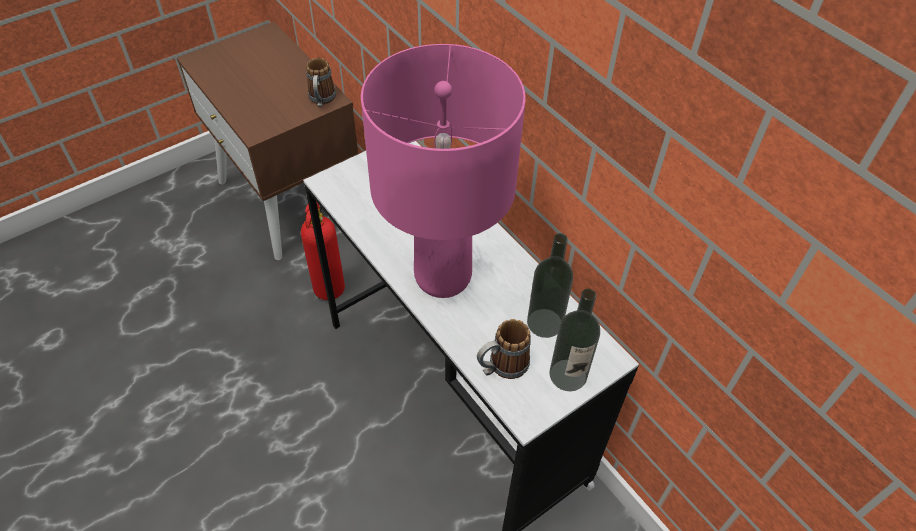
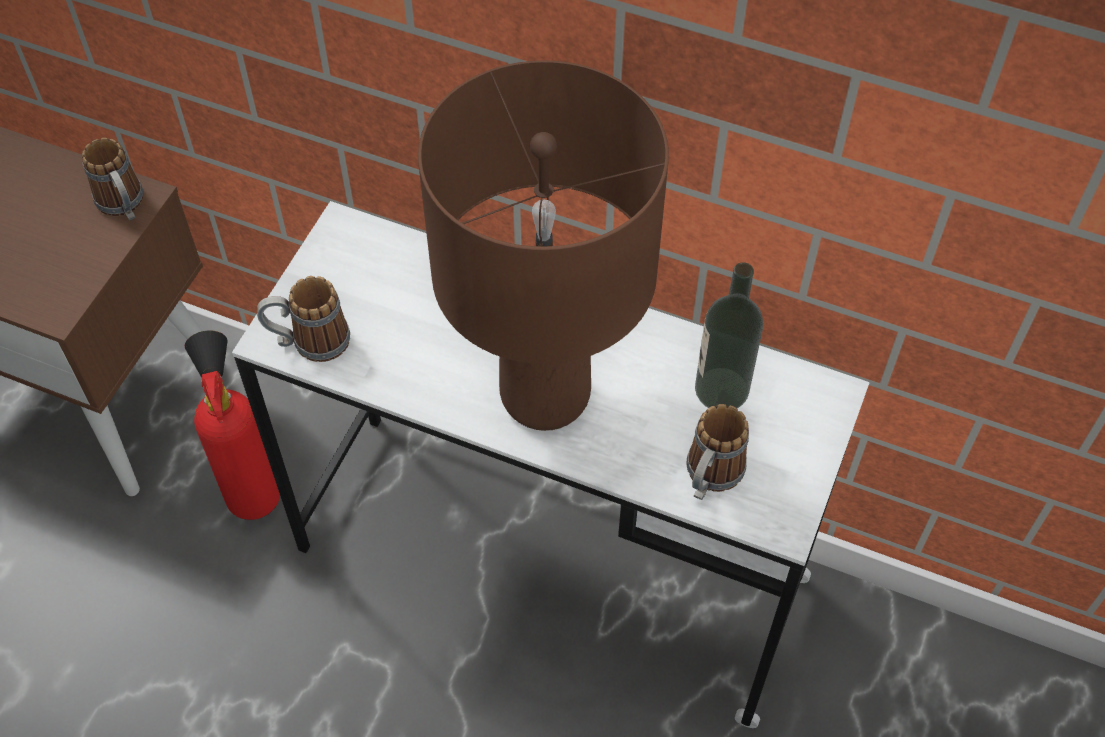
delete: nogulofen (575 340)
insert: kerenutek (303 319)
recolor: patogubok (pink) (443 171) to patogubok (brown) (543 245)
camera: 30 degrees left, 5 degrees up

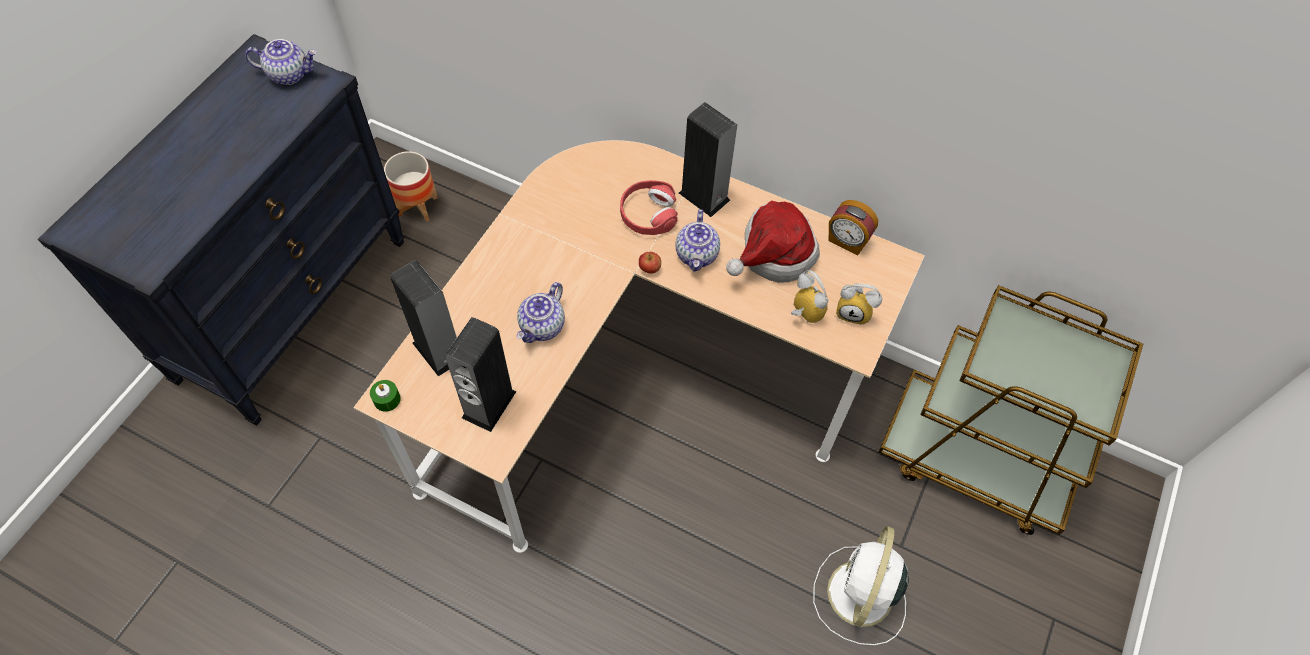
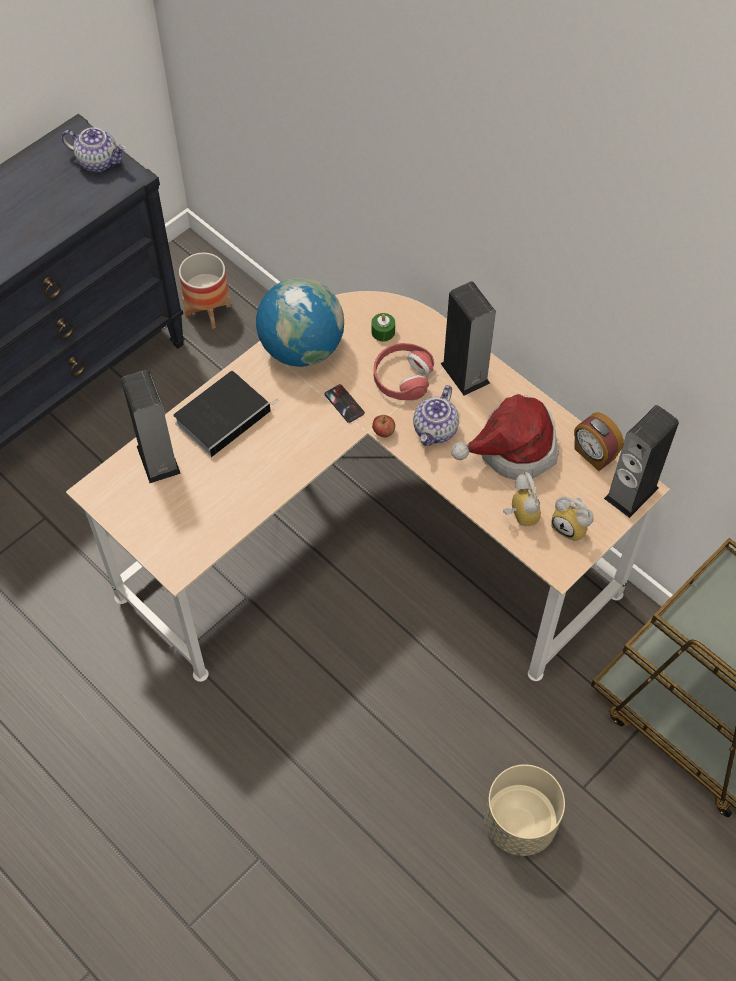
delete: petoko (541 312)
insert: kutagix (226 414); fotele (300 322); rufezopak (345 403)
move: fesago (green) (385 396) to (383 327); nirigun (481 374) to (641 461)
replace: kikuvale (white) (861 585) to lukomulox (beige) (524 810)
camera: 20 degrees right, 0 degrees up

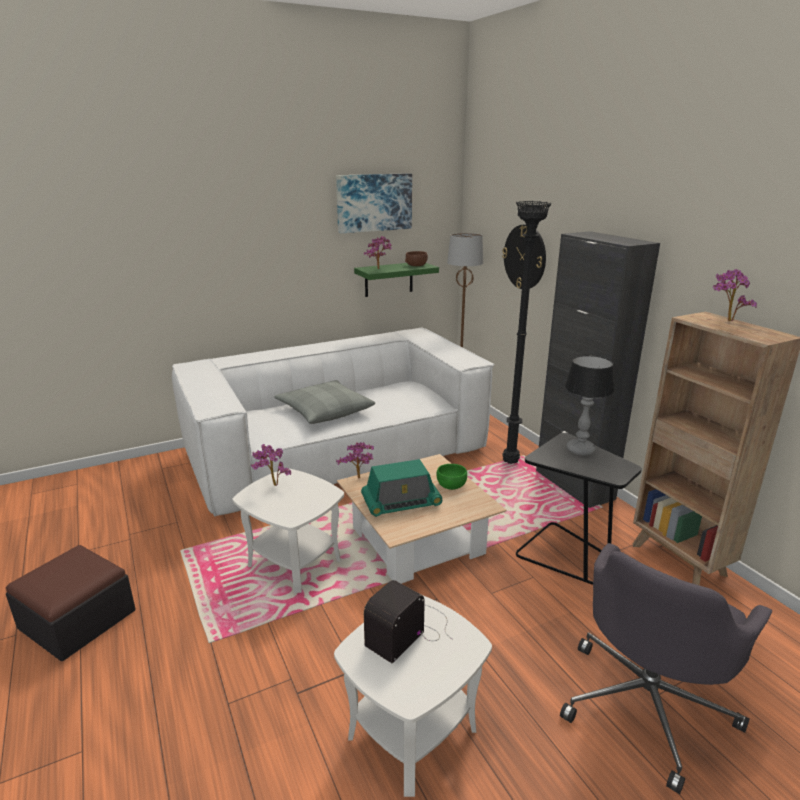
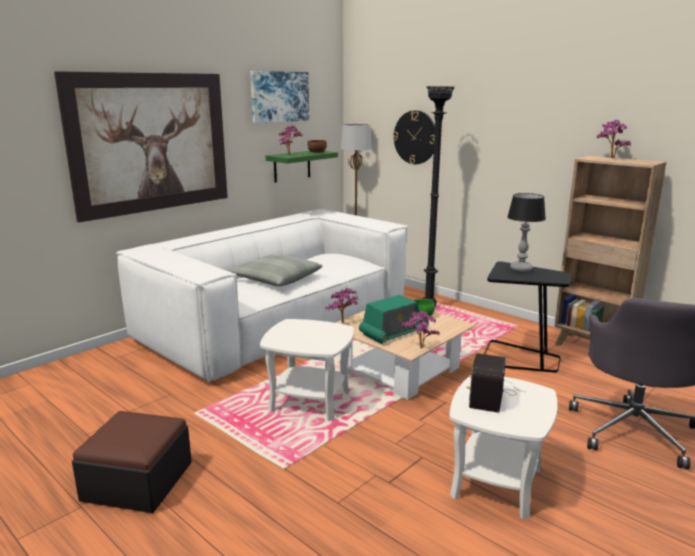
delete: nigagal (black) (598 369)
insert: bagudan (141 146)
move: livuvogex (271 465) to (420 330)
camera: 20 degrees left, 5 degrees down

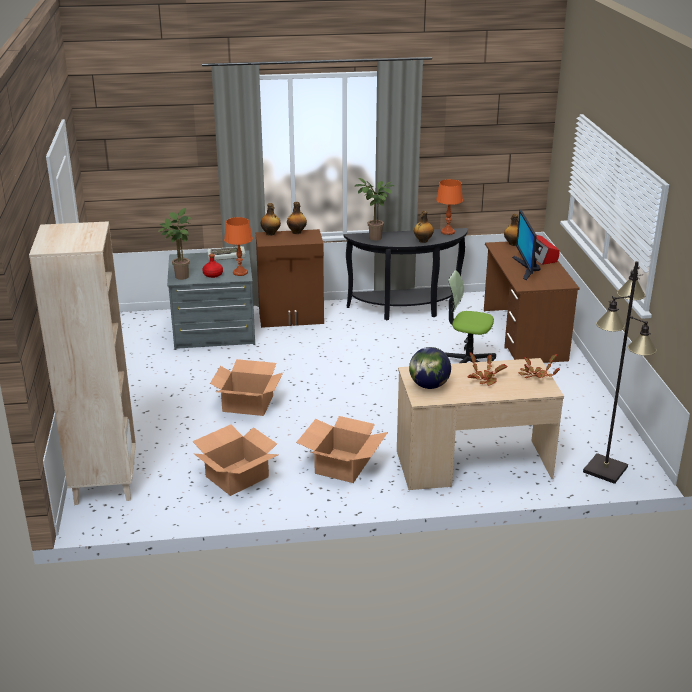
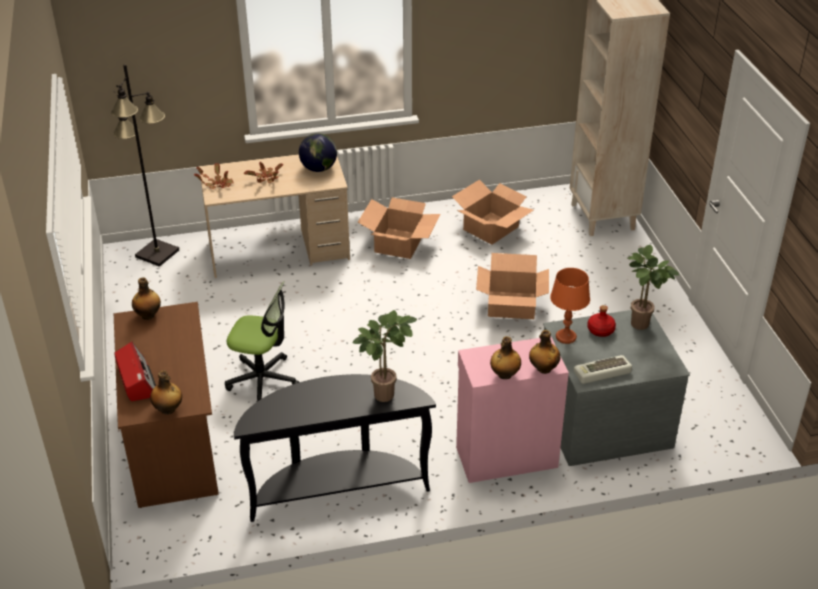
delete: patogubok (orange) (449 207); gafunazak (526 245)
move: nogulofen (424 227) to (146 298)
recolor: nigagal (brown) (290 278) to nigagal (pink) (512 410)
camera: 175 degrees right, 10 degrees up

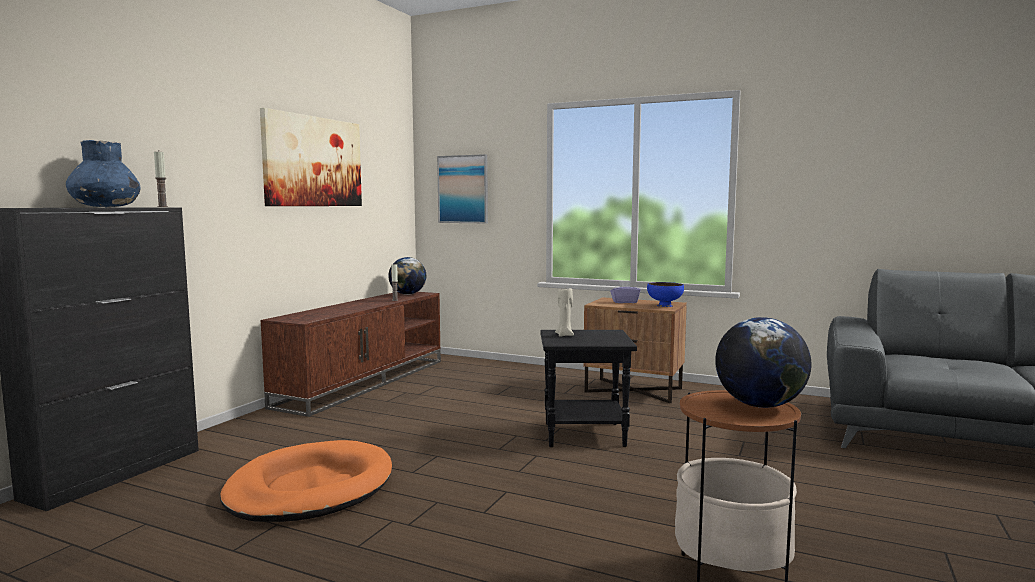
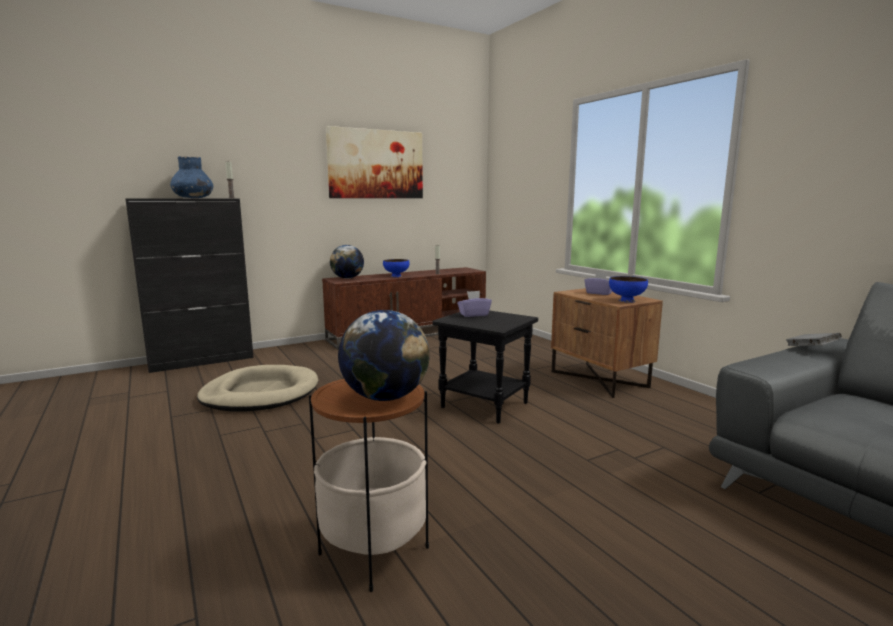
delete: bagudan (462 188)
insert: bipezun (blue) (396 268); kutagix (grey) (814 339)
move: fotele (407 276) to (347 262)
replace: fesago (beige) (564 312) to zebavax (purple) (474 304)
recolor: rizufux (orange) (306 481) to rizufux (beige) (257 388)
camera: 35 degrees right, 5 degrees up

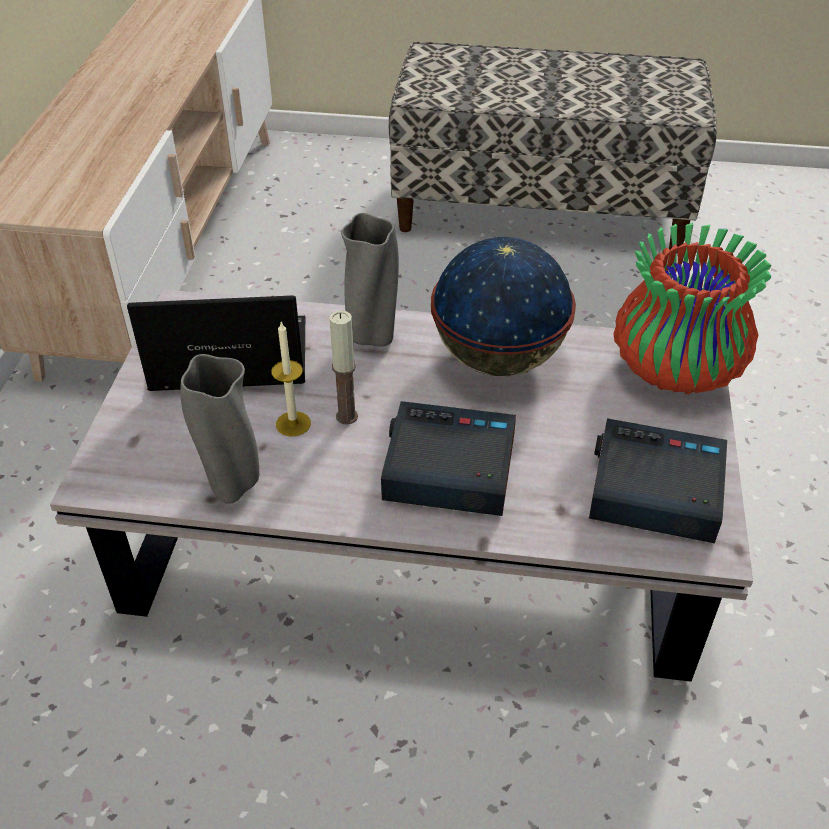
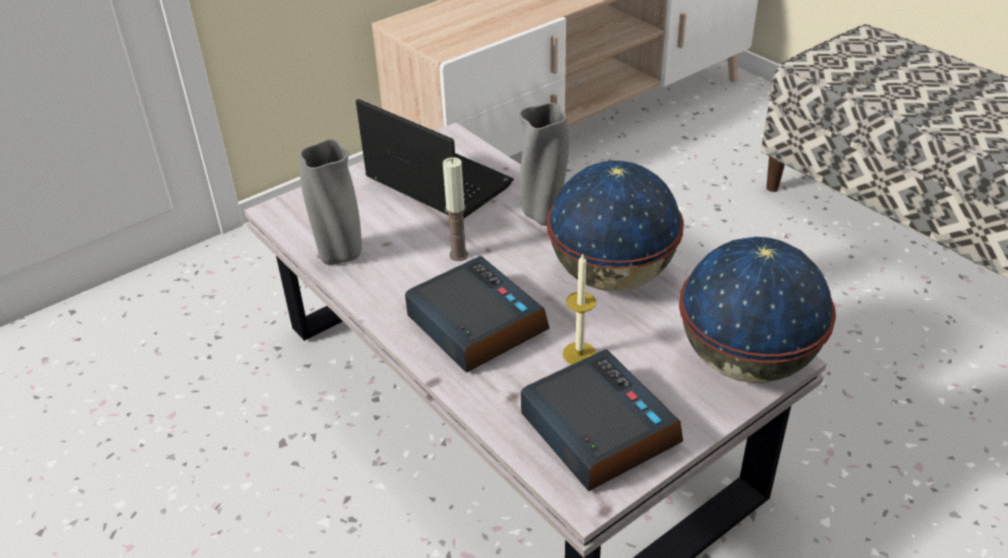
move: fesago (291 379) to (579 308)
replace: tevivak (692 308) to fotele (757 310)
camera: 45 degrees right, 5 degrees down

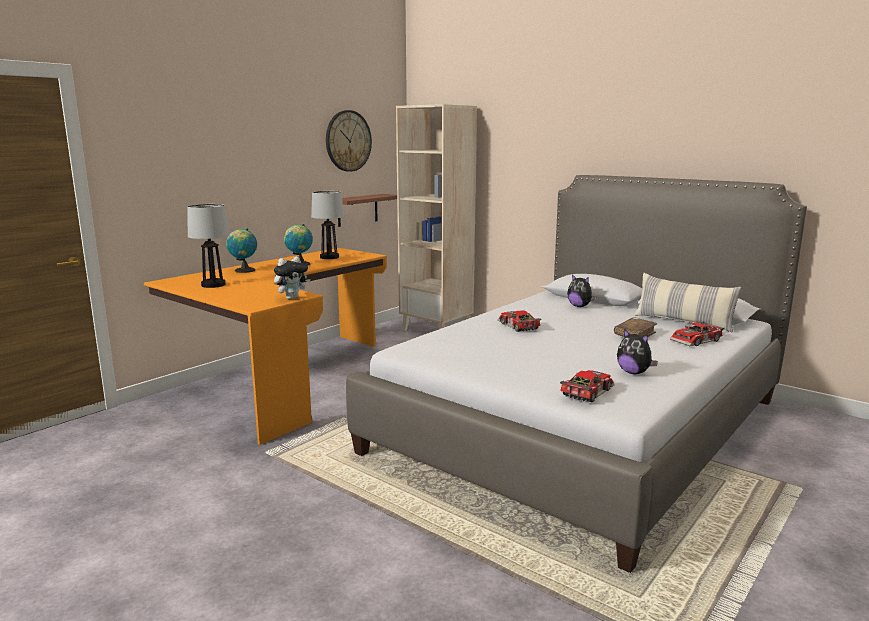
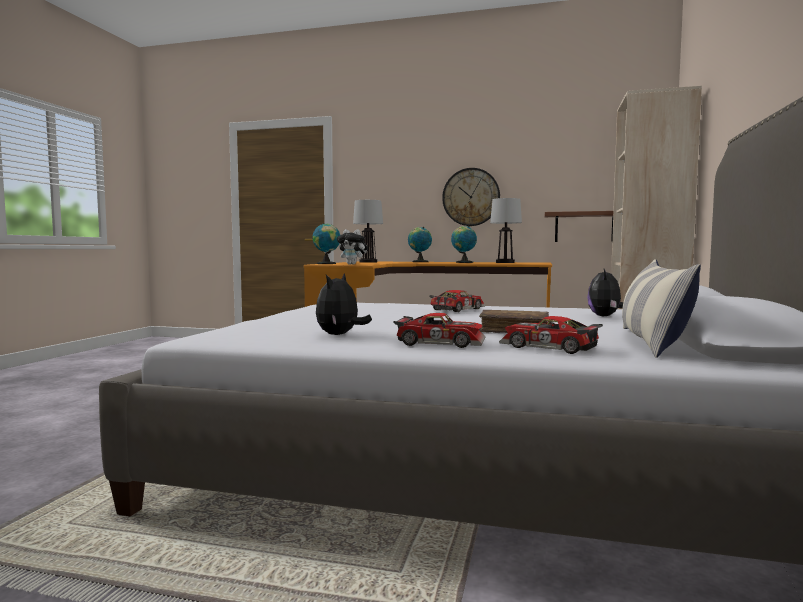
insert: fotele (326 243)
move: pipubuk (349 141) to (471 197); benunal (587 386) to (439 330)
camera: 65 degrees right, 10 degrees down

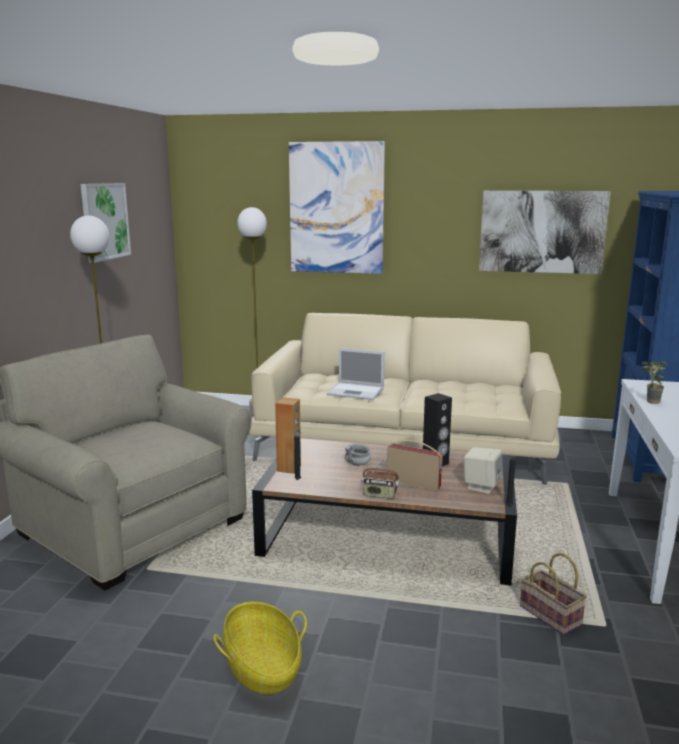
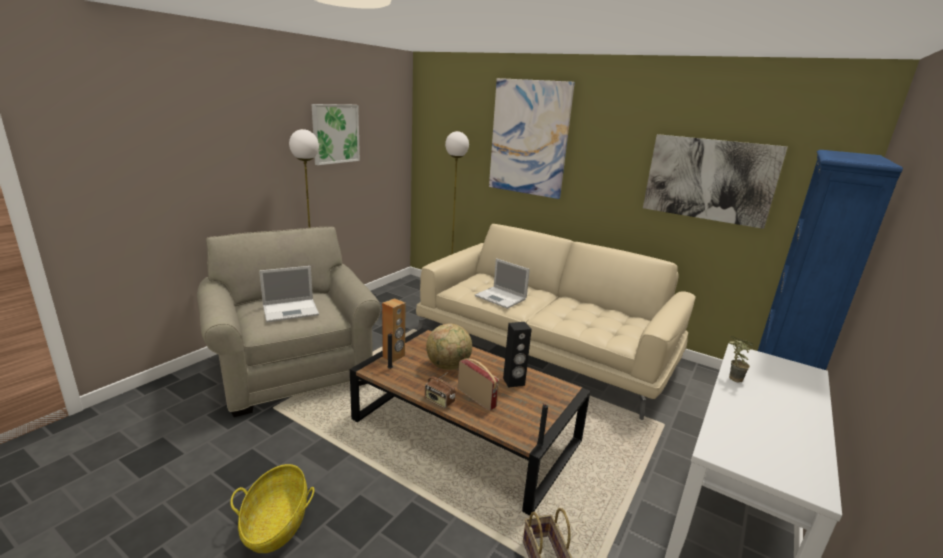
delete: nirigun (beige) (483 470)
insert: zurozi (289 294)
replace: bipezun (grey) (358 455) to fotele (449 347)
camera: 20 degrees right, 5 degrees up

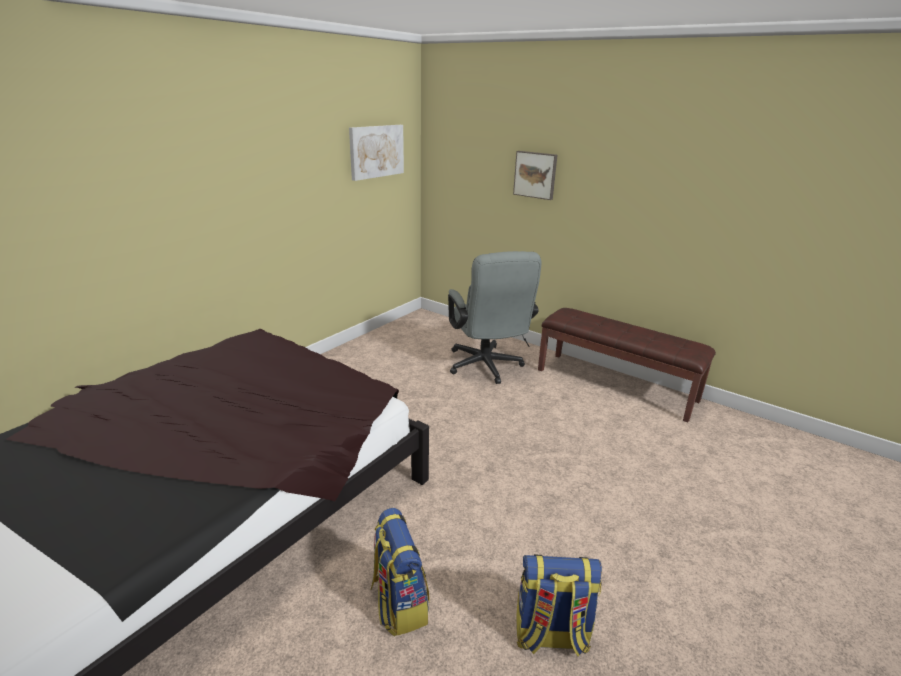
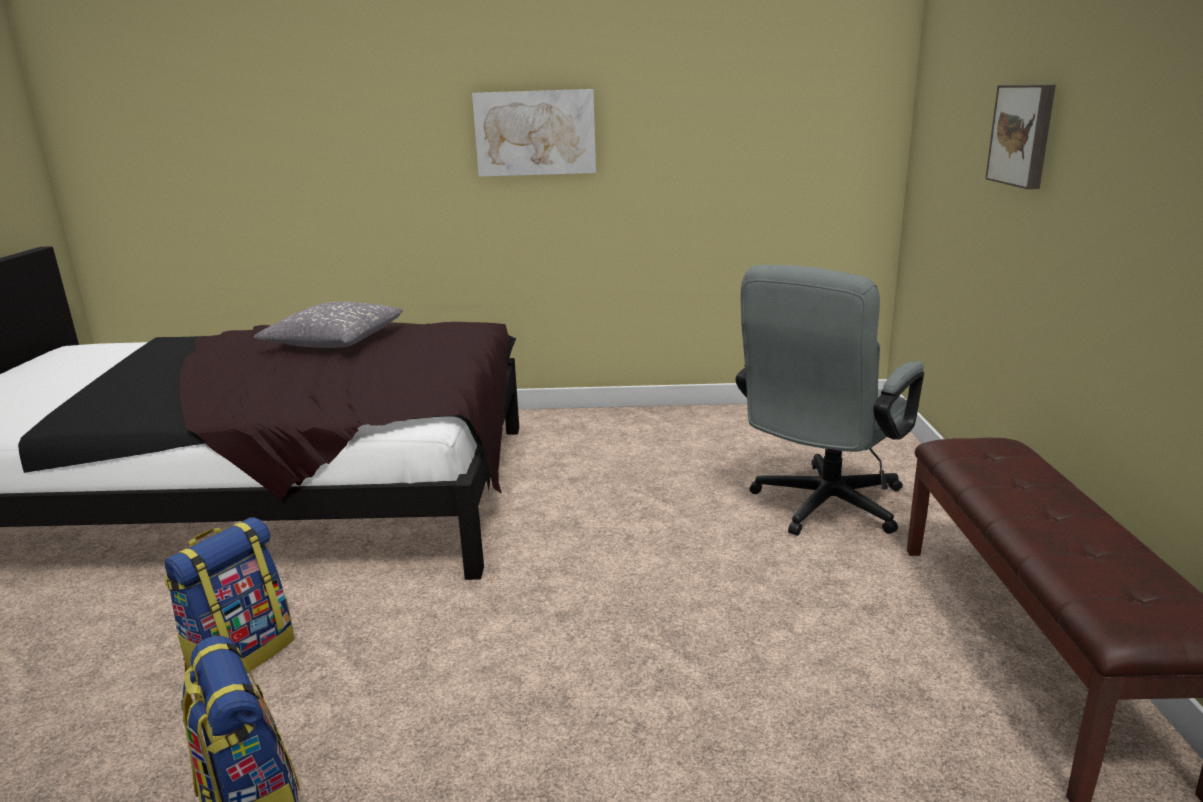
insert: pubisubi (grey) (328 325)
move: bagudan (376 153) to (534 133)
camera: 55 degrees right, 5 degrees down

